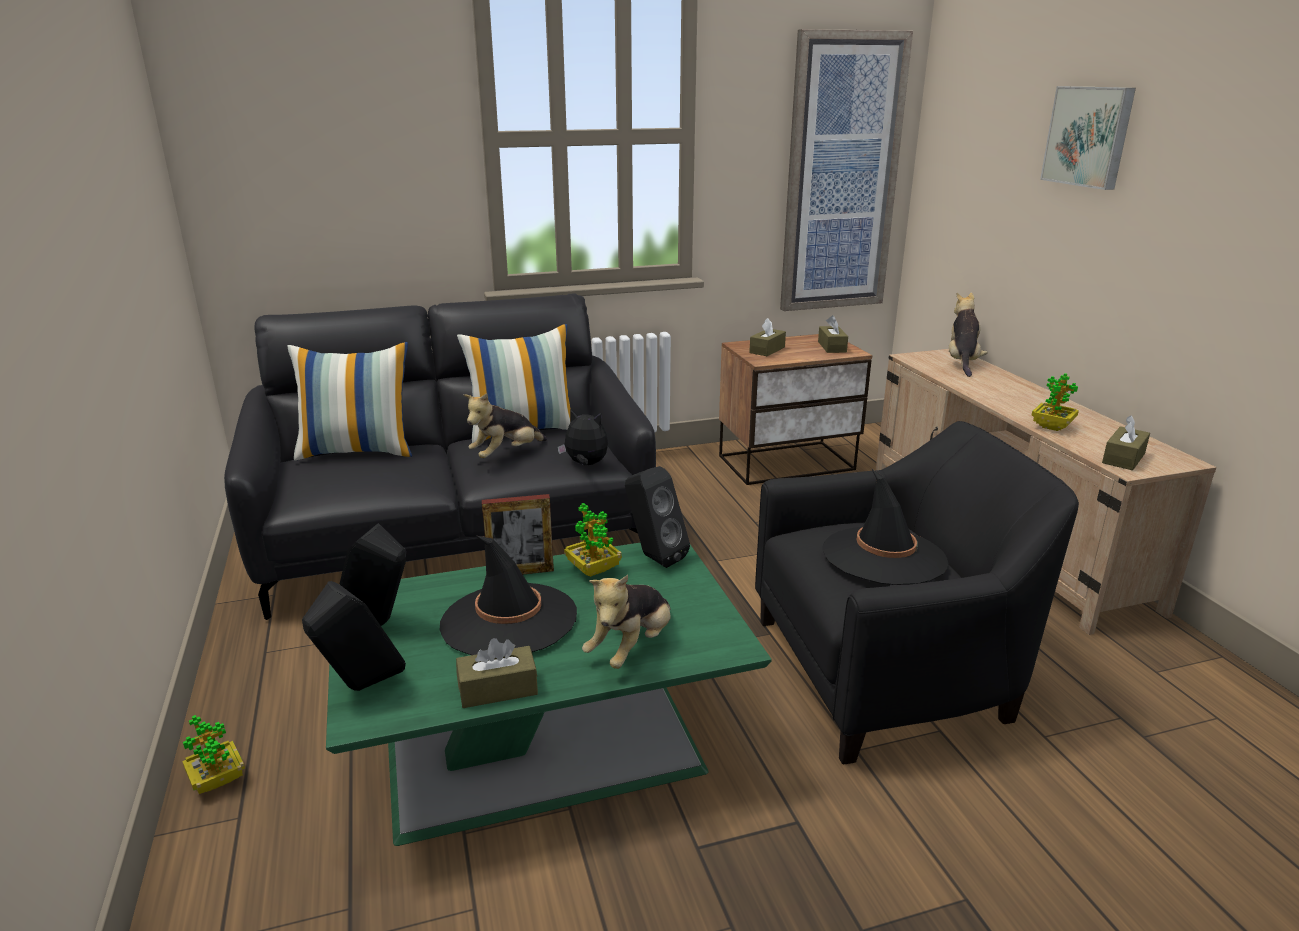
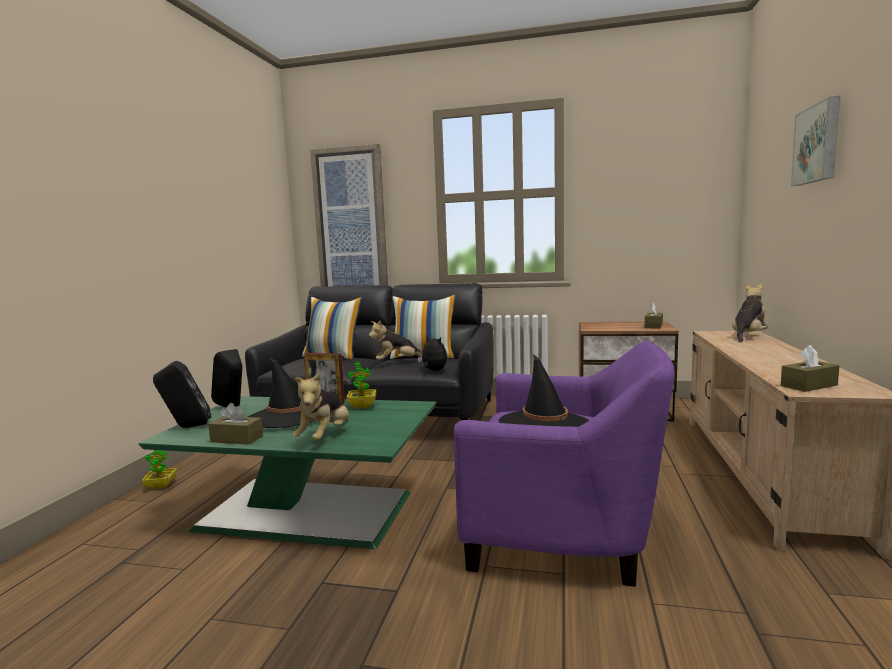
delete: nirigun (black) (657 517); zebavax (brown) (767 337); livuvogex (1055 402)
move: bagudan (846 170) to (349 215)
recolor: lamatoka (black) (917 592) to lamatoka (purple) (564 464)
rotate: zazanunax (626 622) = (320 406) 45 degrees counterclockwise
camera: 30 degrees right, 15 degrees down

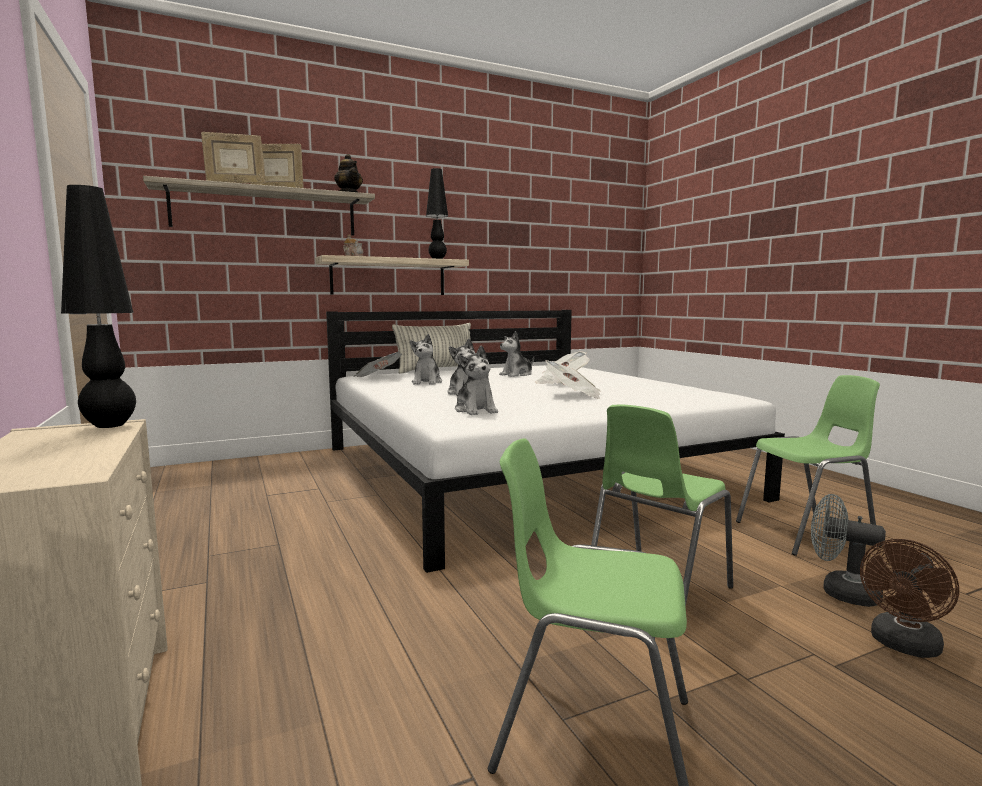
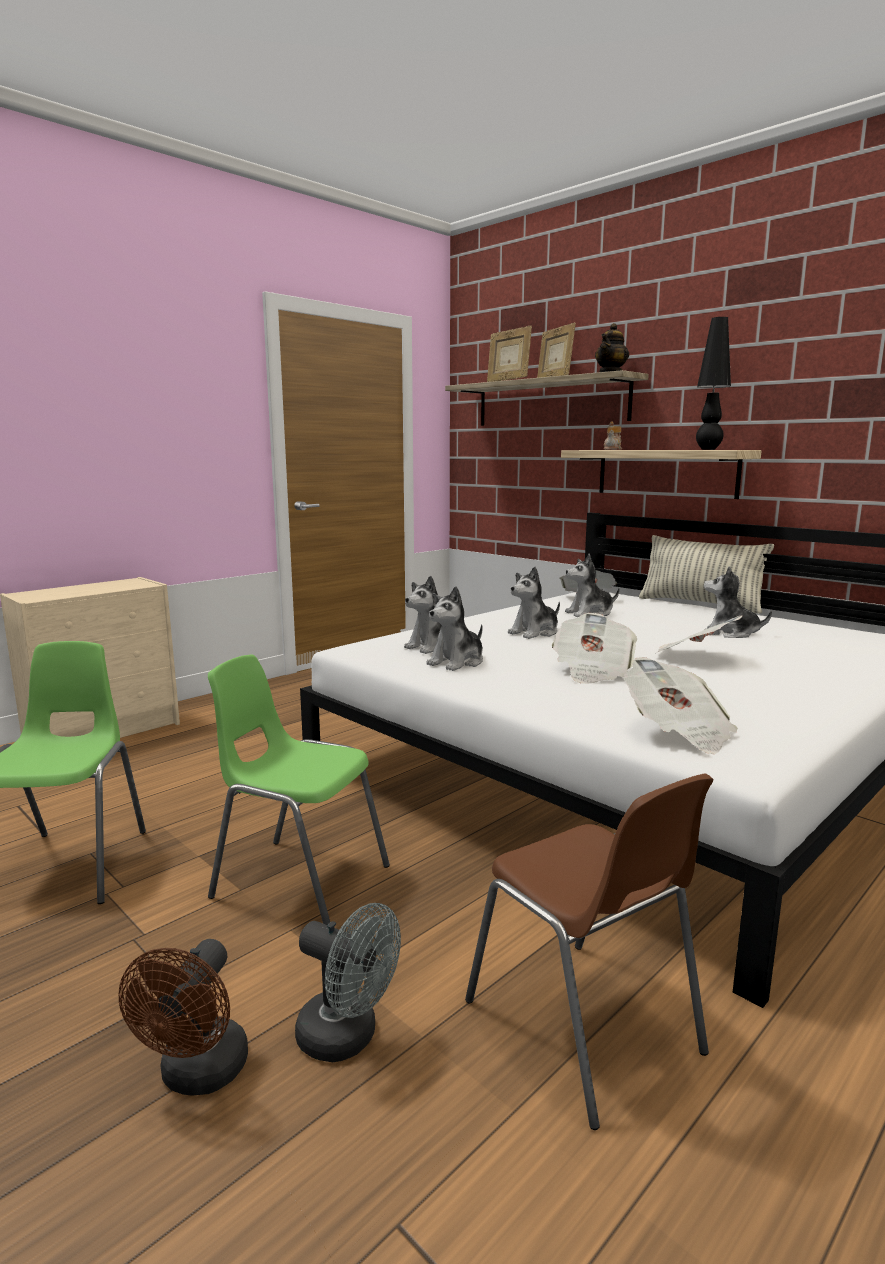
delete: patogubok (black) (98 306)
insert: zazanunax (454 628); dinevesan (681 705)
recolor: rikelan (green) (808 465) to rikelan (brown) (589 952)
rotate: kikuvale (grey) (848 550) = (348 982) 105 degrees clockwise; kikuvale (brown) (909 598) = (183 1017) 105 degrees counterclockwise
camera: 70 degrees right, 5 degrees up

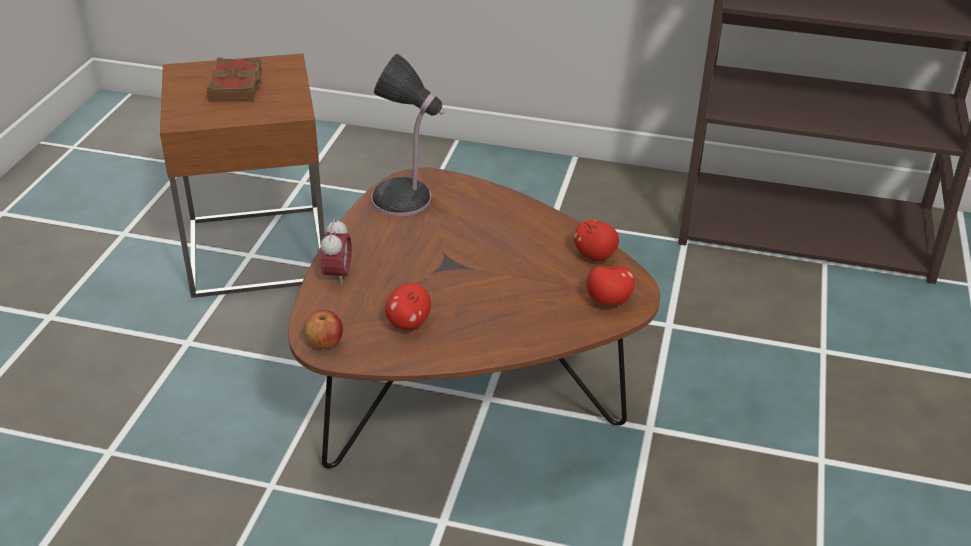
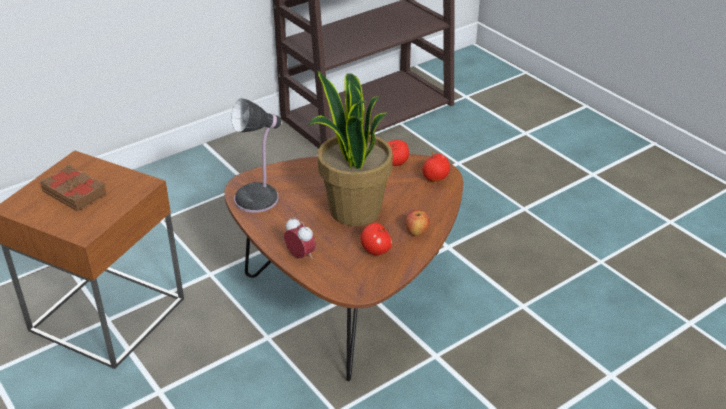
insert: livuvogex (351 148)
move: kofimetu (323 329) to (417 223)
camera: 50 degrees left, 0 degrees up

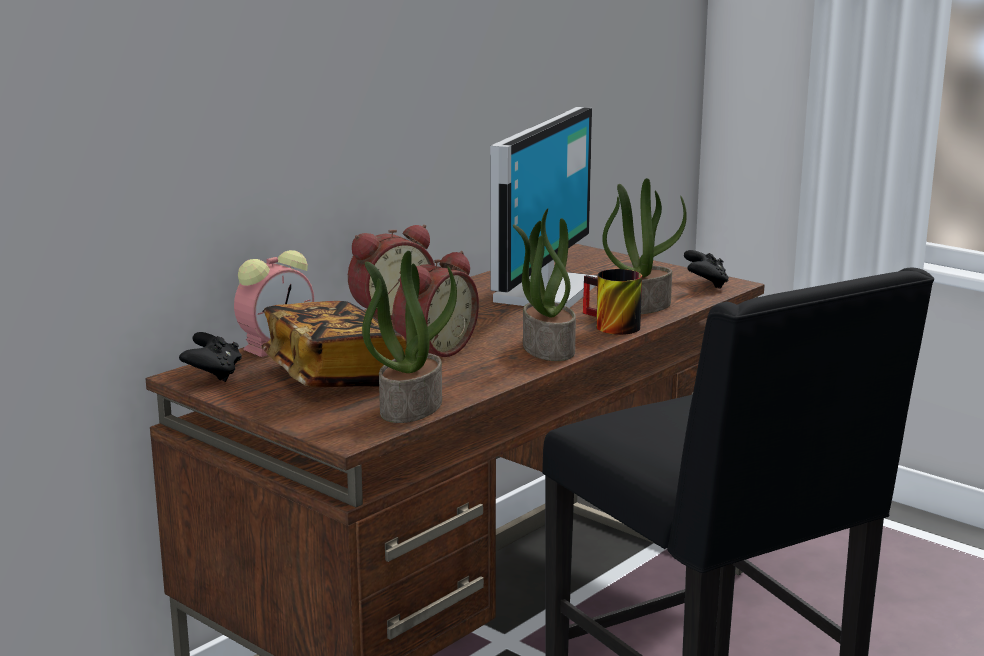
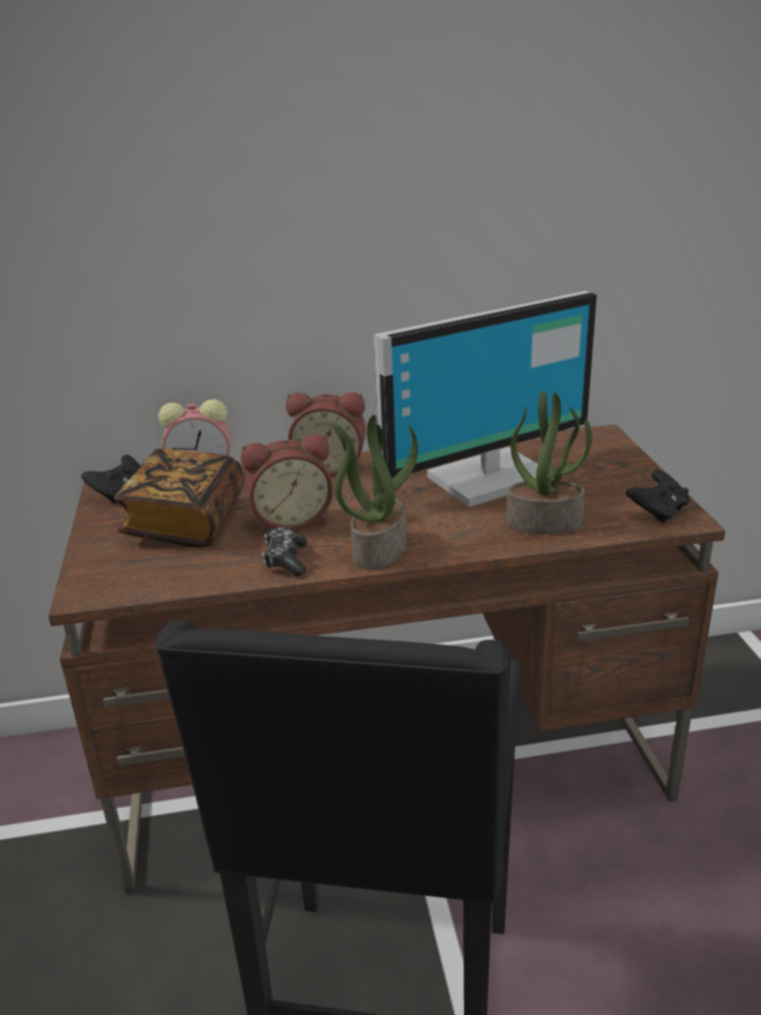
delete: livuvogex (409 337); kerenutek (612 302)
insert: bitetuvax (284 551)
camera: 40 degrees right, 10 degrees up

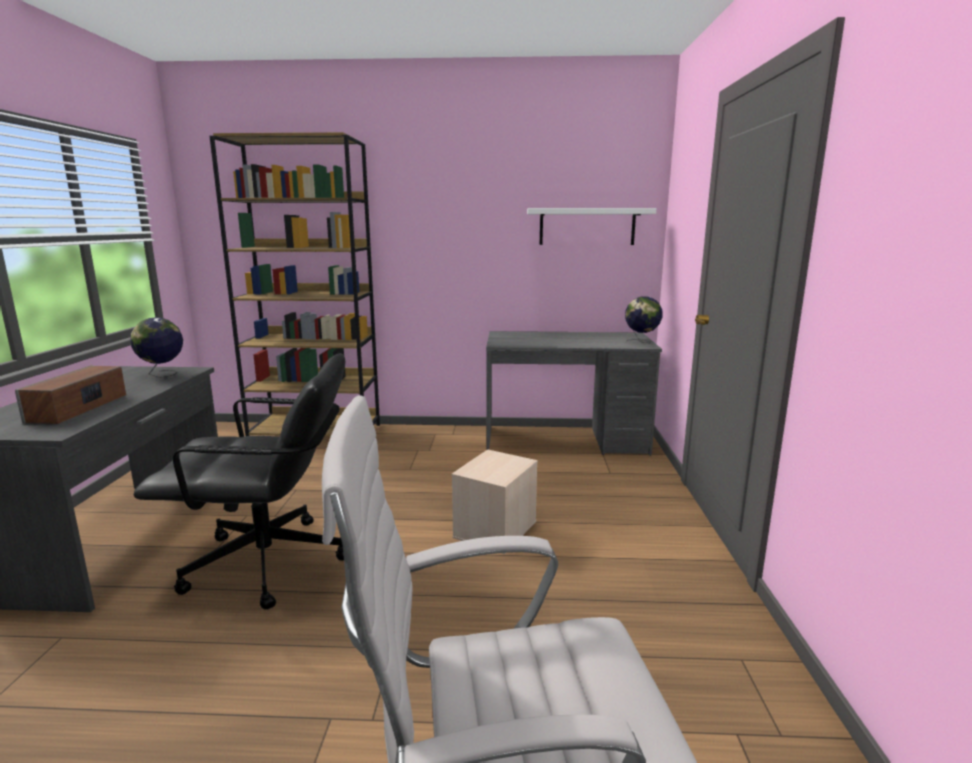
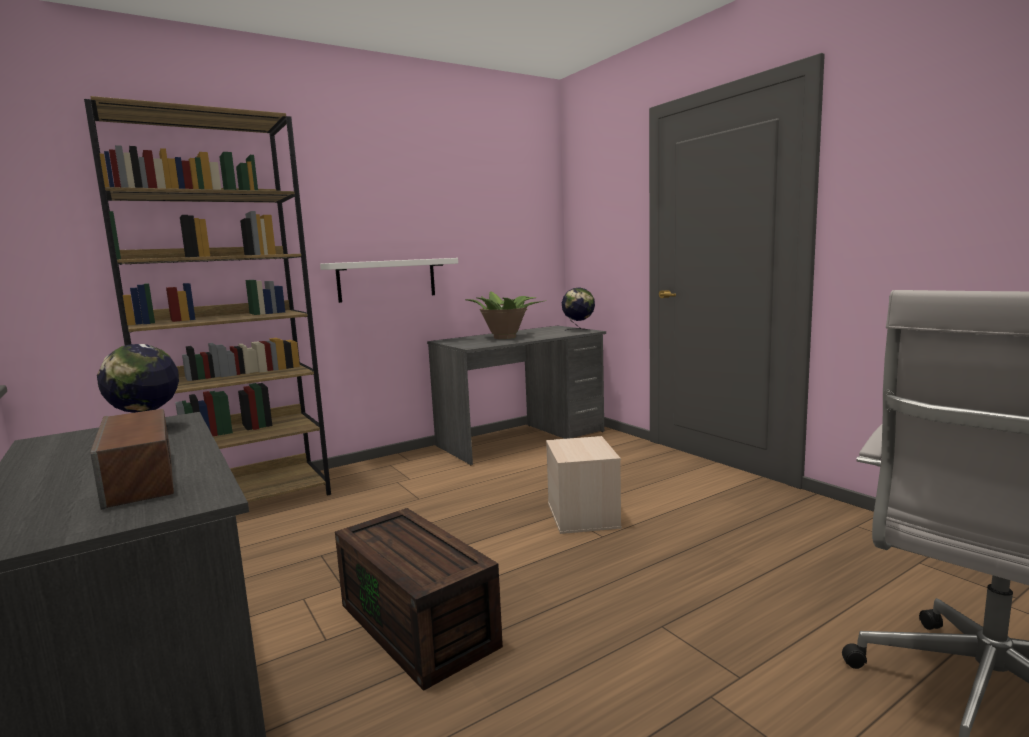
insert: livuvogex (505 315)
move: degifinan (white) (591 226) to (389 280)
replace: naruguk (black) (239 481) to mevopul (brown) (419 599)
camera: 35 degrees left, 5 degrees down

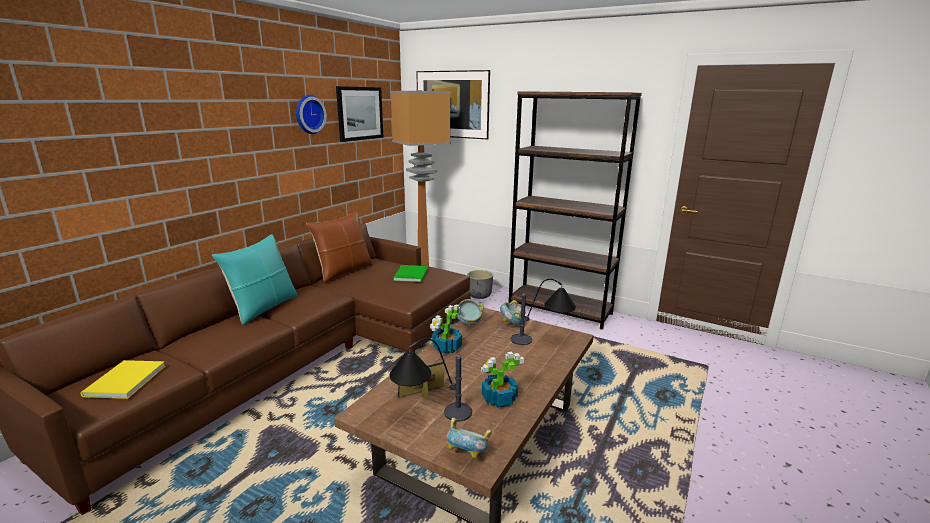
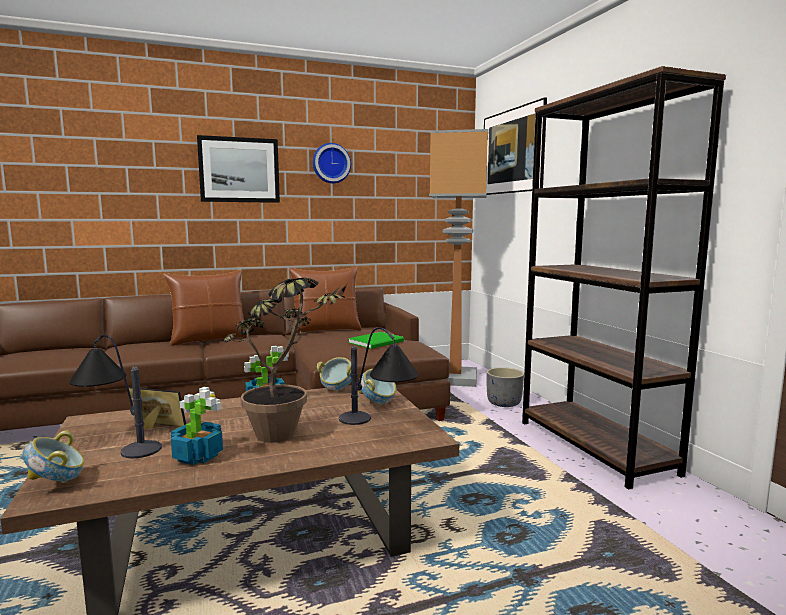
delete: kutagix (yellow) (123 379)
insert: livuvogex (285 360)
move: bagudan (359 114) to (238 169)
recolor: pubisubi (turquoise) (254 279) to pubisubi (brown) (206 308)
camera: 40 degrees right, 10 degrees down

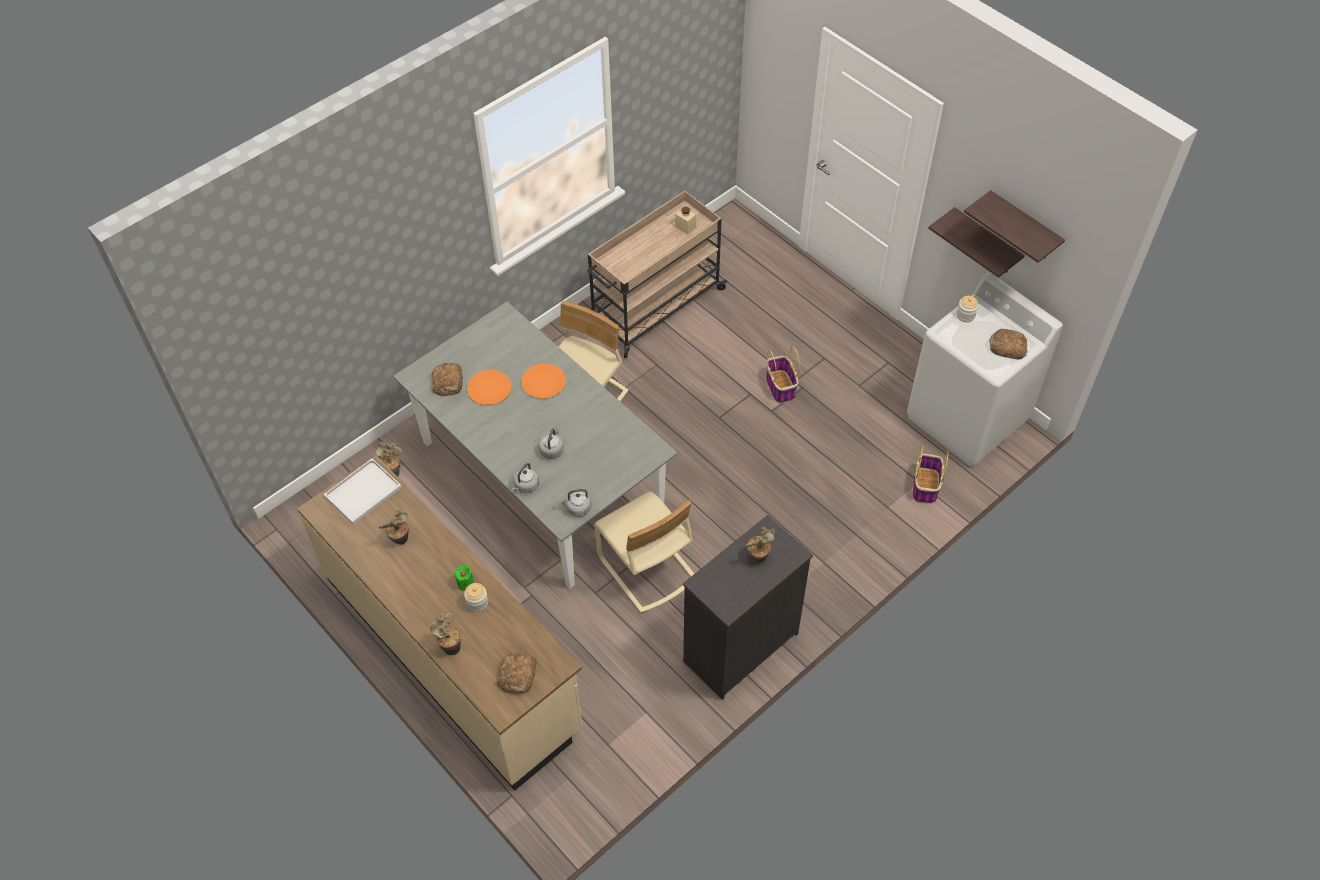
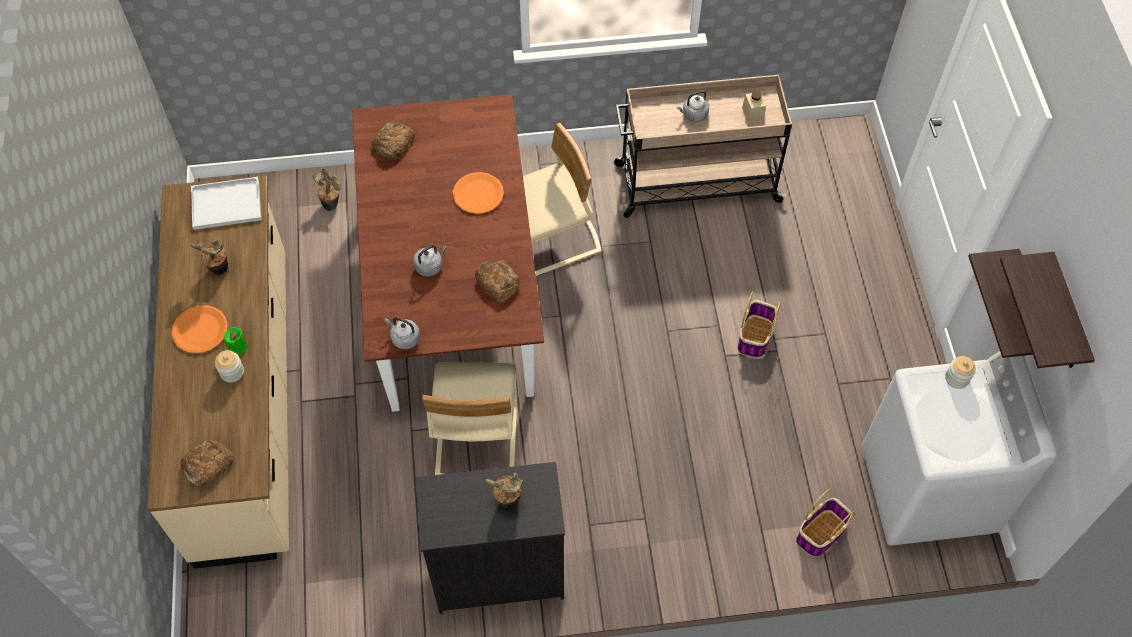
delete: livuvogex (445 634)
move: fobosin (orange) (489 387) to (200 329); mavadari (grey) (525 478) to (693 106); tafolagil (1008 344) to (497 281)
recolor: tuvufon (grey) (535 445) to tuvufon (brown) (448 253)
camera: 35 degrees right, 5 degrees up

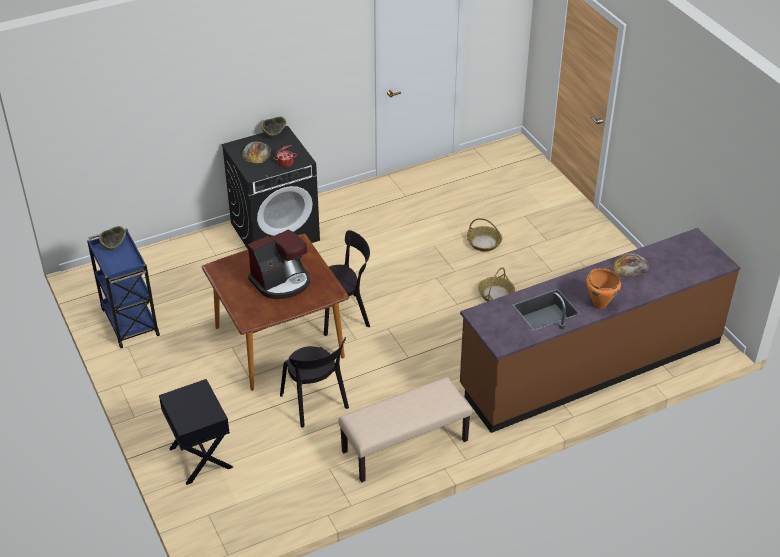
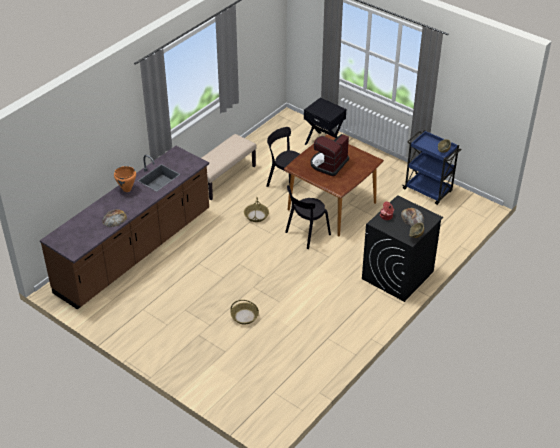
move: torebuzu (496 284) to (256 209)
camera: 155 degrees right, 0 degrees up

